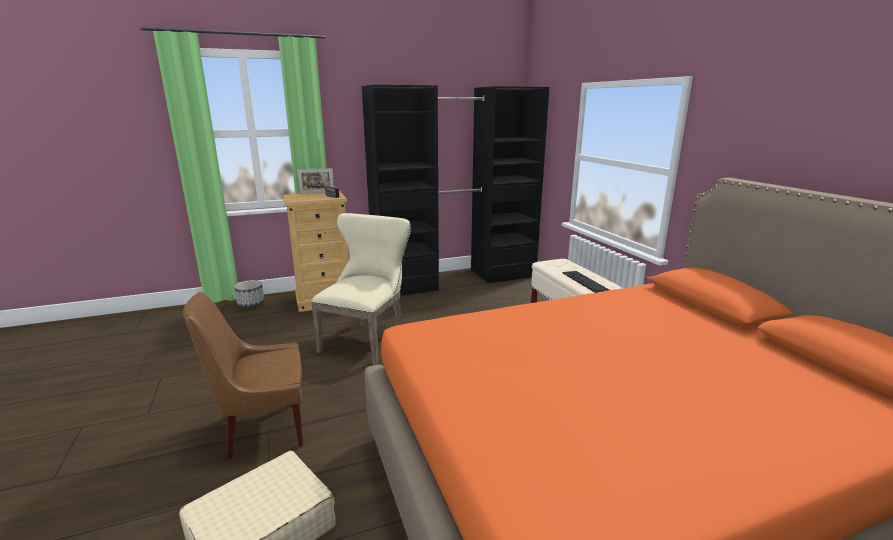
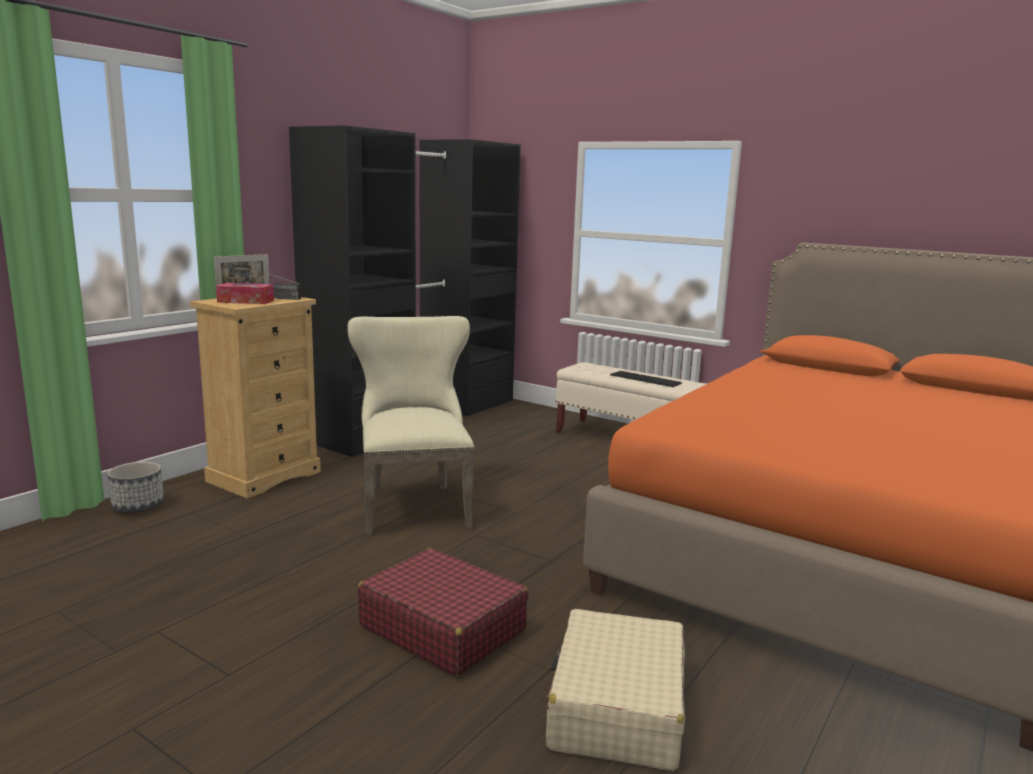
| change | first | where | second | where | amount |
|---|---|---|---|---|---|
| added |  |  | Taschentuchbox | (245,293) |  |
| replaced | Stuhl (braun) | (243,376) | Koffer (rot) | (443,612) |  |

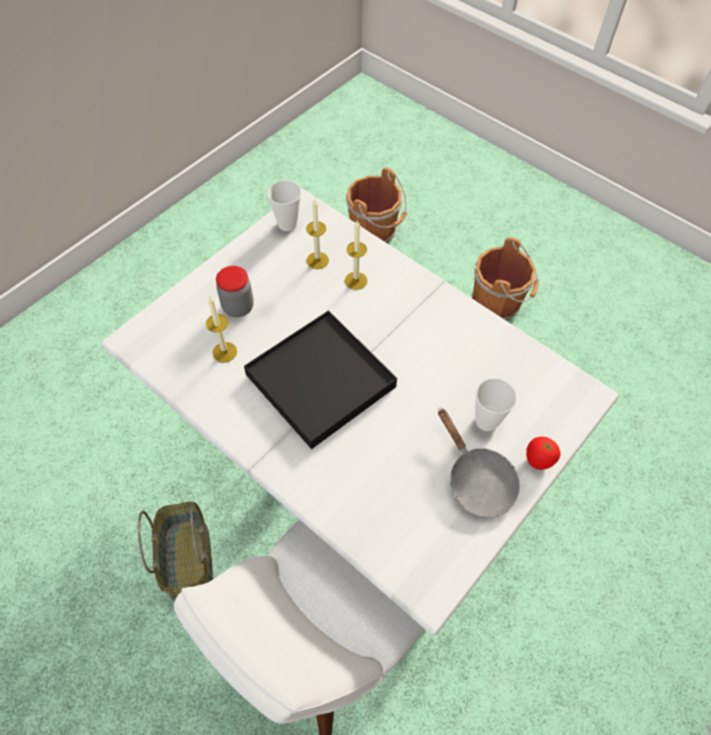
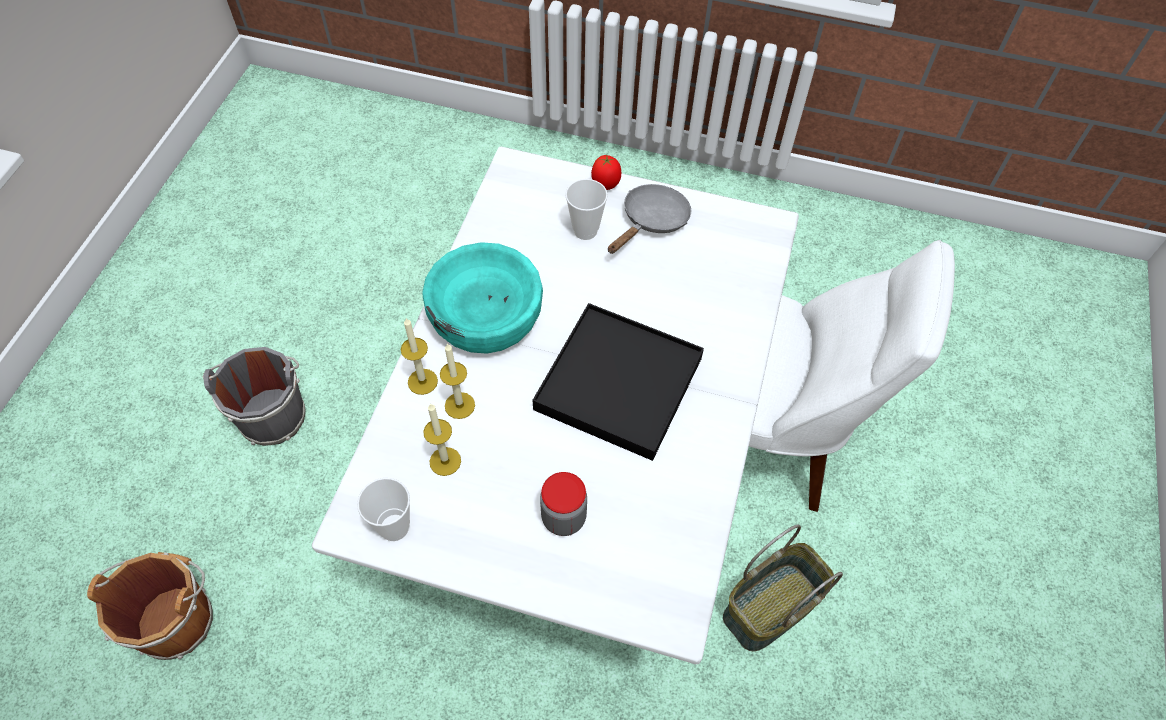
| change | first | where | second | where | amount |
|---|---|---|---|---|---|
| recoloured | Eimer (braun) | (505,279) | Eimer (grau) | (254,396) |  |
| moved | Kerze | (221,329) |  | (419,356) |  |
| added |  |  | Schüssel (türkis) | (482,298) |  |

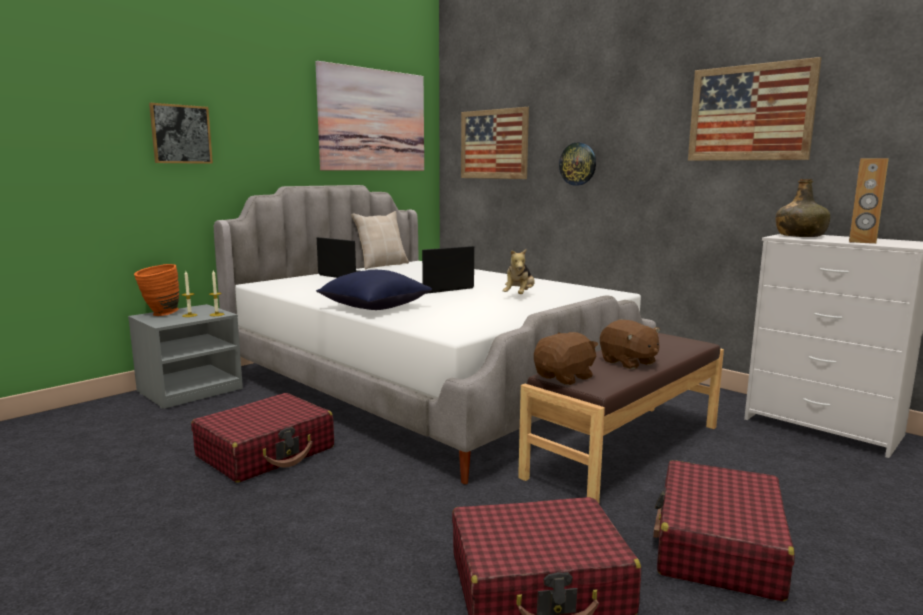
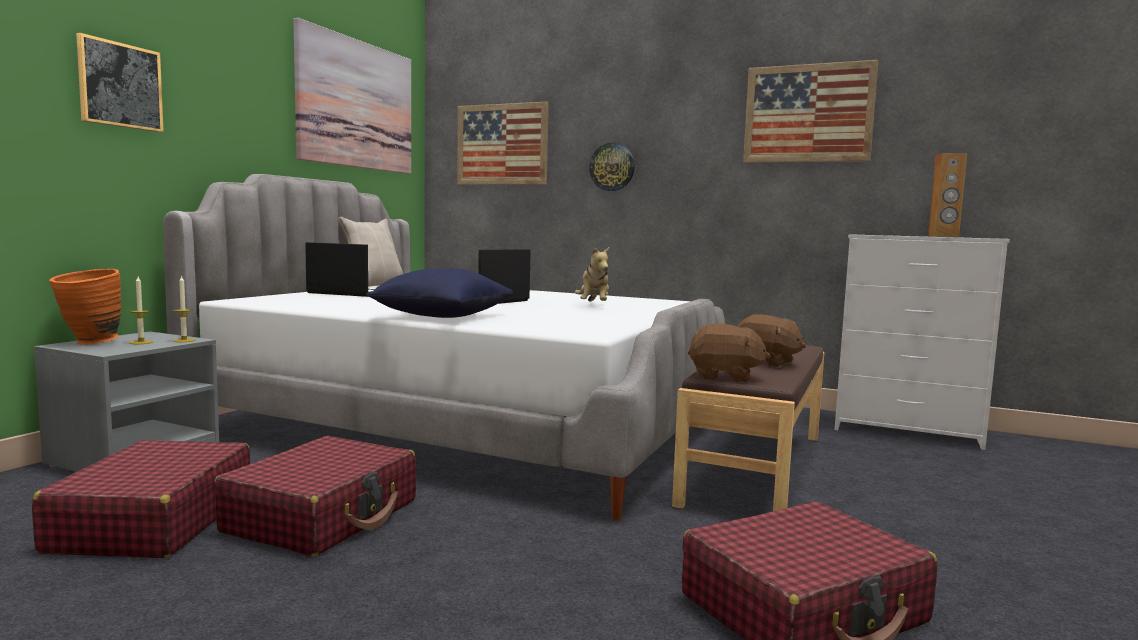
| change | first | where | second | where | amount |
|---|---|---|---|---|---|
| moved | Koffer (rot) | (723,530) |  | (141,499) |  |
| turned | Plüschtier (braun) | (566,358) |  | (729,353) | 75 degrees clockwise |
| removed | Flasche (grün) | (803,208) |  |  |  |

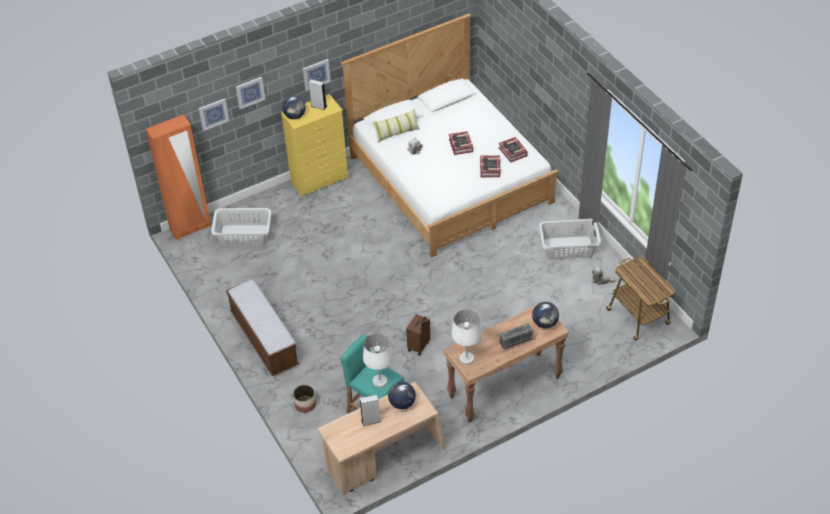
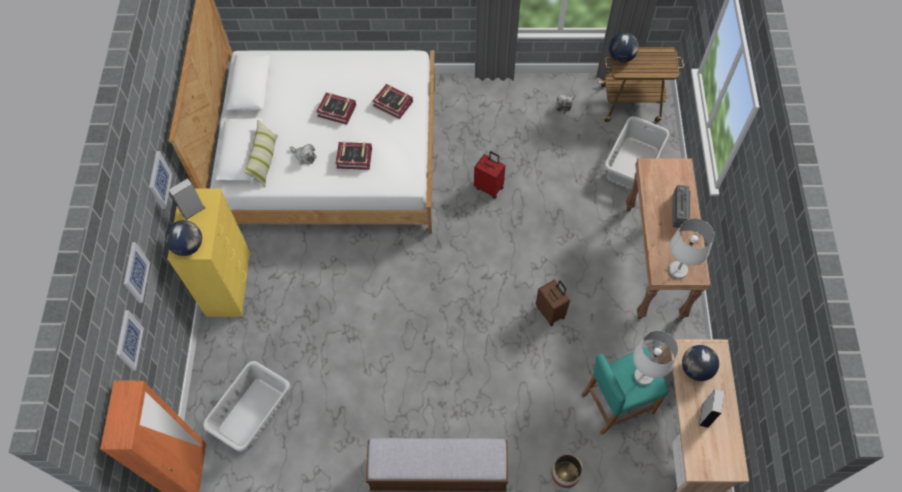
| change | first | where | second | where | amount |
|---|---|---|---|---|---|
| moved | Buch | (513,149) |  | (354,155) |  |
| added |  |  | Koffer (rot) | (489,175) |  |
| moved | Wäschekorb (grau) | (570,239) |  | (636,152) |  |
| moved | Globus | (545,315) |  | (624,47) |  |

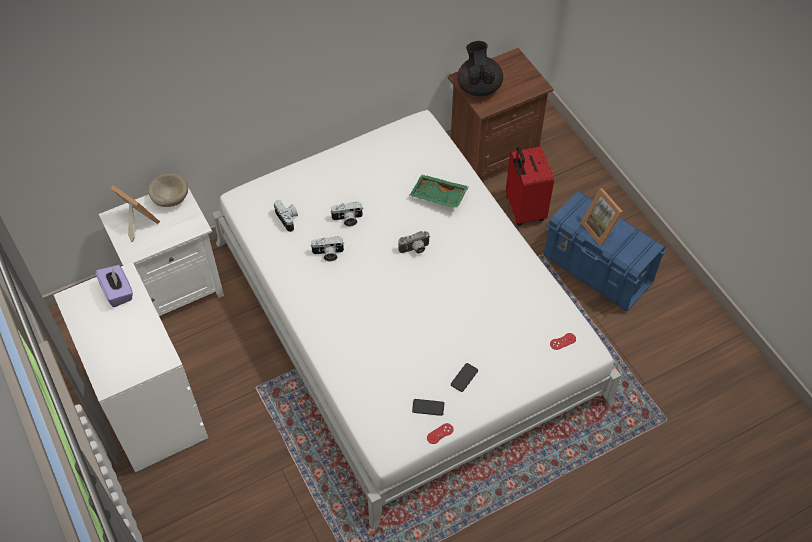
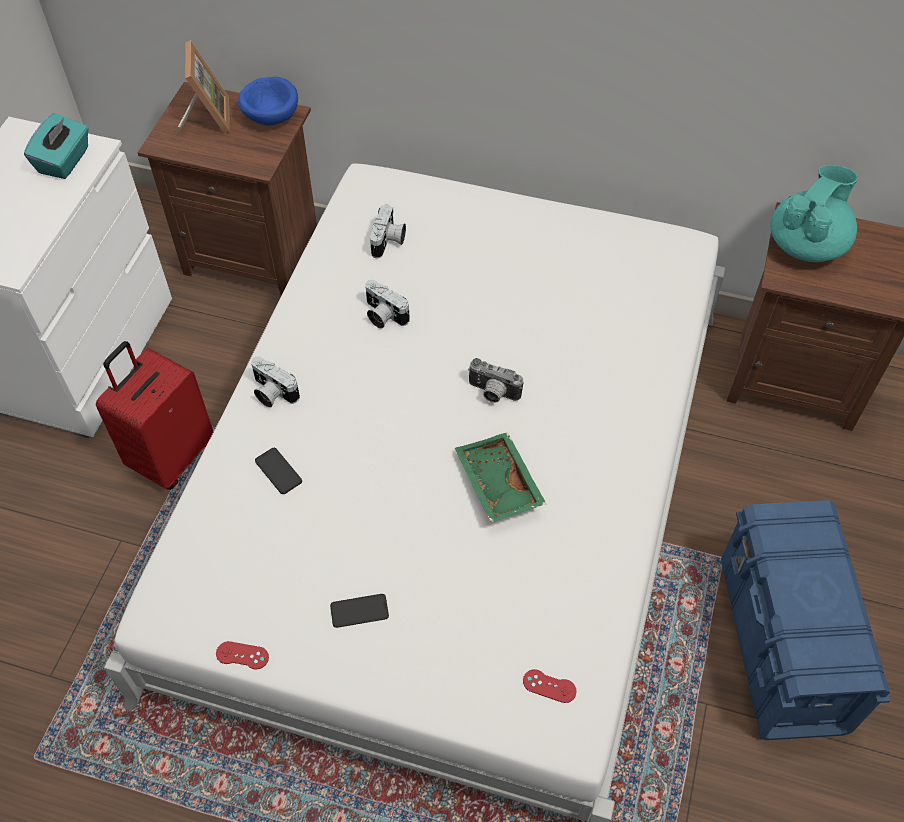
| change | first | where | second | where | amount |
|---|---|---|---|---|---|
| recoloured | Taschentuchbox (lila) | (114,286) | Taschentuchbox (türkis) | (56,146) |  |
| moved | Koffer (rot) | (530,185) |  | (154,415) |  |
| recoloured | Nachttisch (weiß) | (161,252) | Nachttisch (braun) | (227,189) |  |
| recoloured | Schüssel (beige) | (168,190) | Schüssel (blau) | (268,101) |  |
| moved | Kamera | (346,214) |  | (275,381) |  |
| moved | Handy | (428,407) |  | (278,471) |  |
| moved | Tablett (grün) | (439,191) |  | (500,477) |  |
| recoloured | Teekanne (schwarz) | (480,68) | Teekanne (türkis) | (814,213) |  |
| removed | Bilderrahmen | (601,217) |  |  |  |

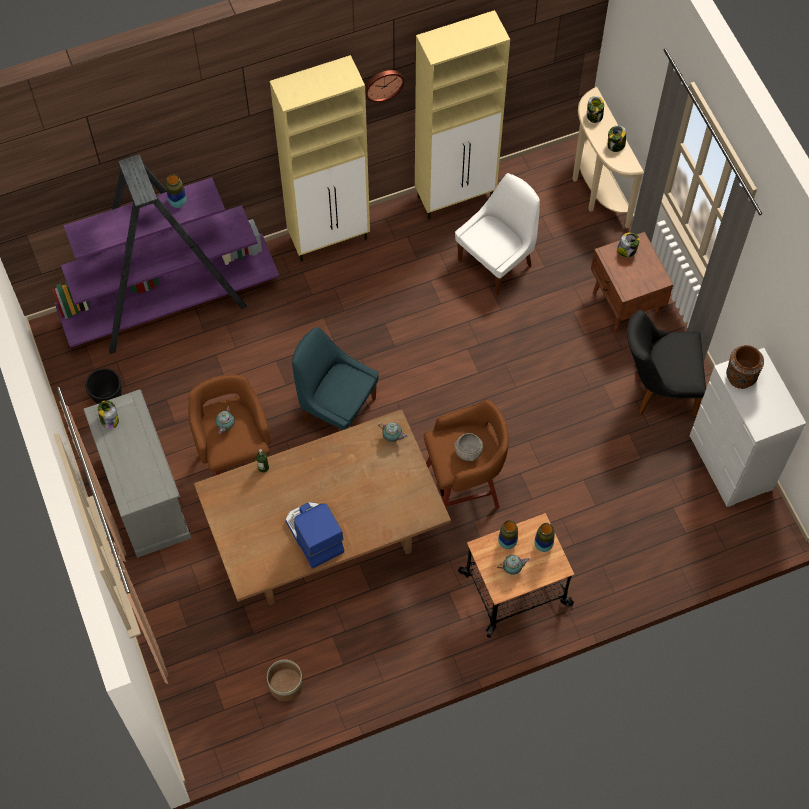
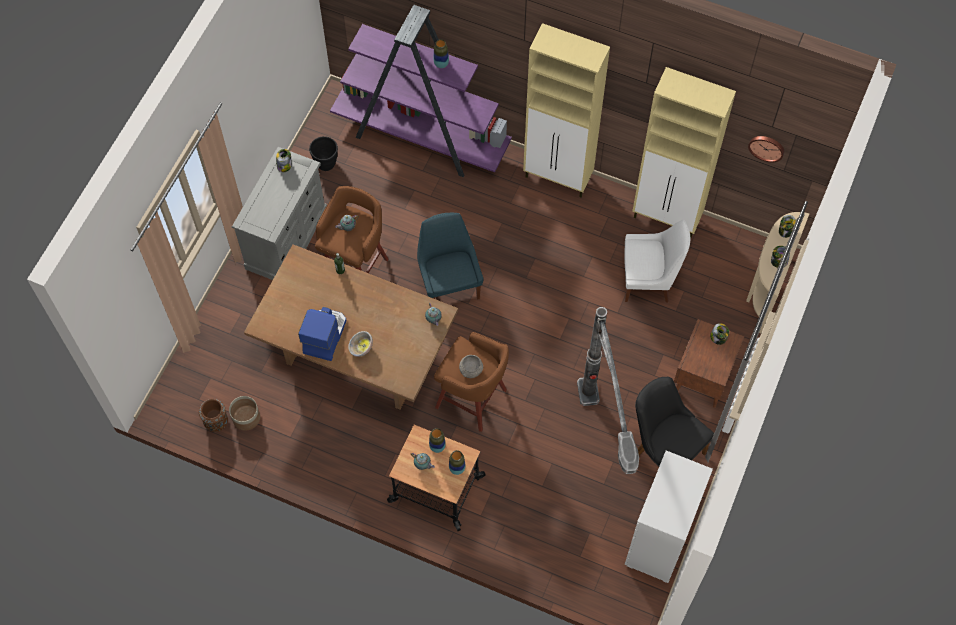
| change | first | where | second | where | amount |
|---|---|---|---|---|---|
| moved | Vase (braun) | (745,367) |  | (213,415) |  |
| added |  |  | Schüssel | (360,344) |  |
| added |  |  | Stehlampe | (608,390) |  |
| moved | Wanduhr | (385,86) |  | (766,149) |  |

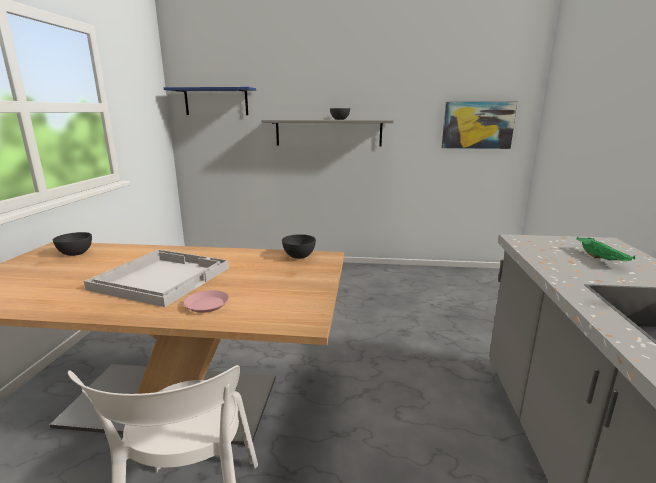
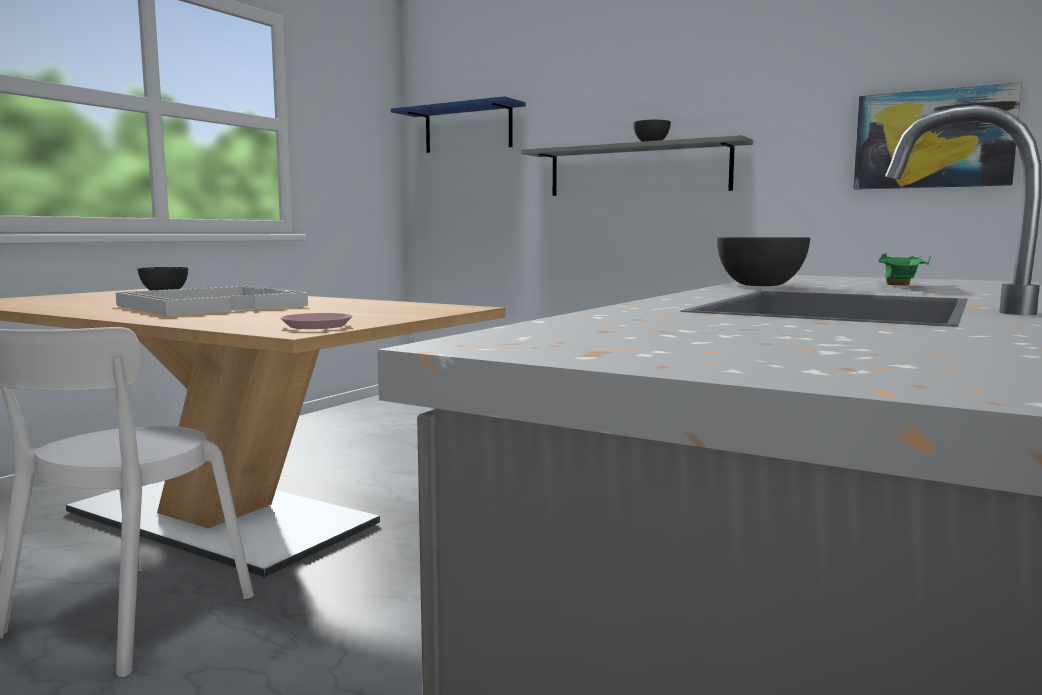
| change | first | where | second | where | amount |
|---|---|---|---|---|---|
| moved | Teller (rosa) | (206,301) |  | (316,321) |  |
| moved | Schüssel (grau) | (299,246) |  | (763,261) |  |

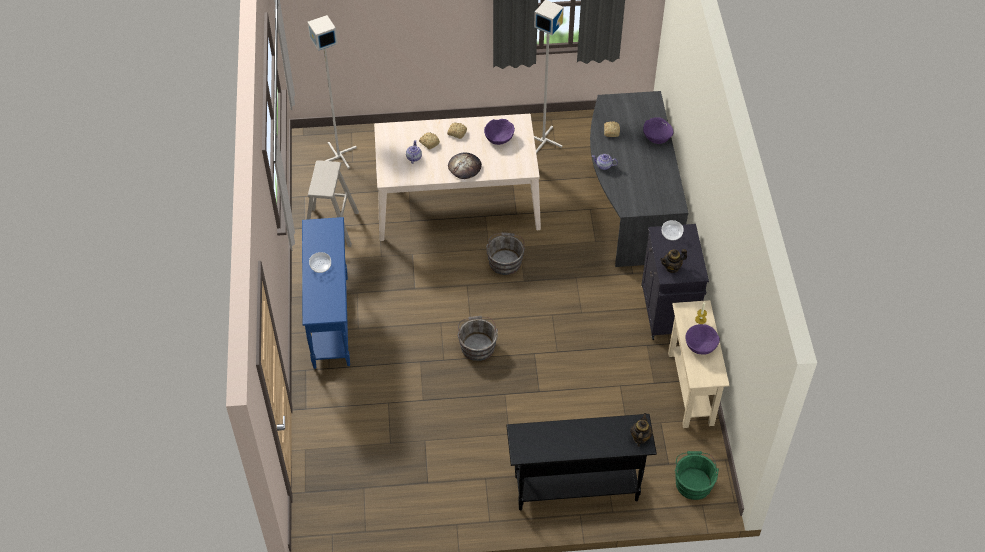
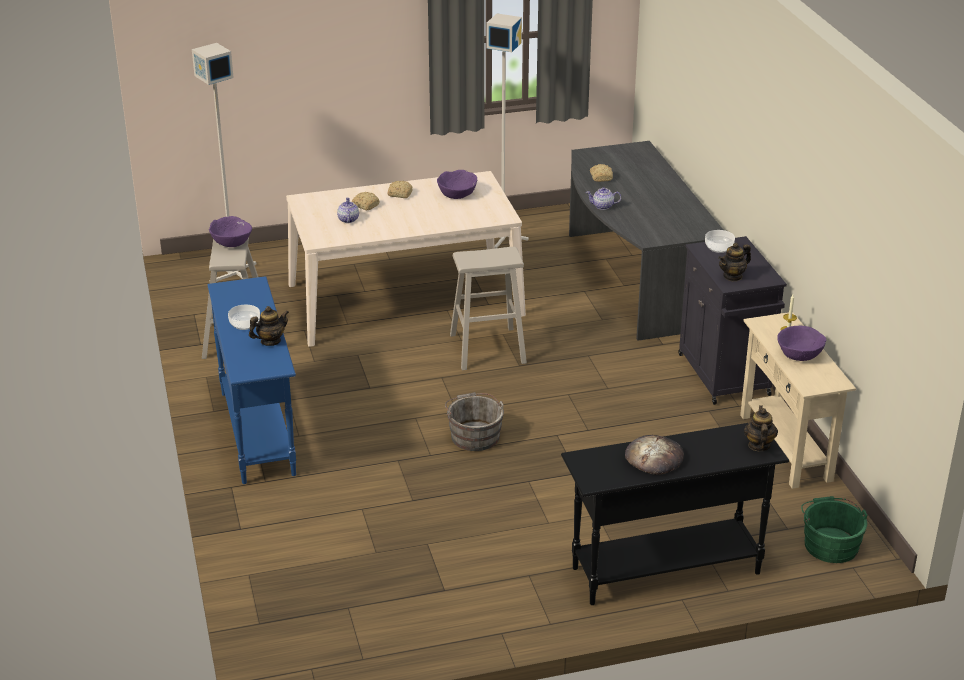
| change | first | where | second | where | amount |
|---|---|---|---|---|---|
| moved | Schüssel (lila) | (658,130) |  | (230,231) |  |
| added |  |  | Teekanne | (269,326) |  |
| replaced | Eimer (grau) | (505,253) | Hocker (beige) | (488,308) |  |
| moved | Brot | (465,165) |  | (654,455) |  |

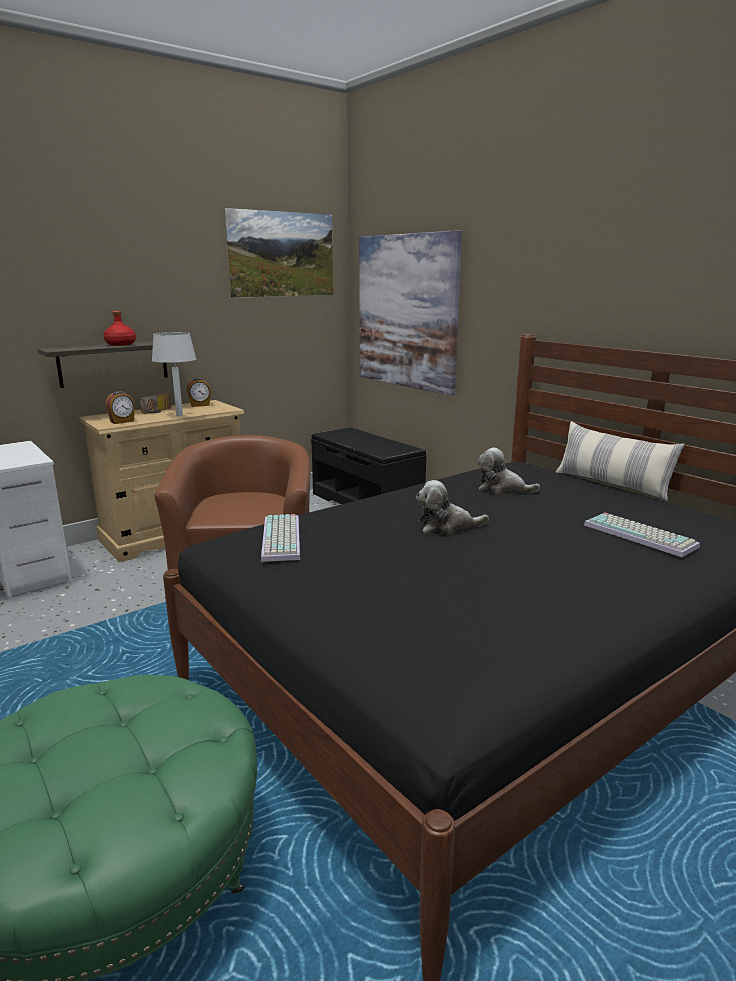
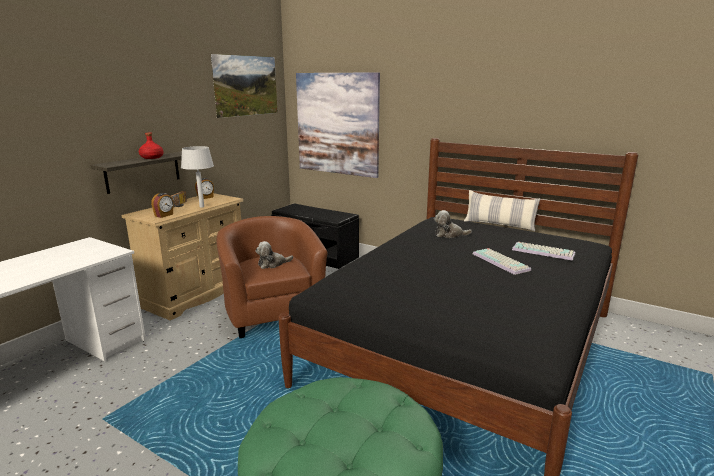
| change | first | where | second | where | amount |
|---|---|---|---|---|---|
| moved | Plüschtier | (452,507) |  | (274,255) |  |
| moved | Tastatur | (281,538) |  | (502,261) |  |

